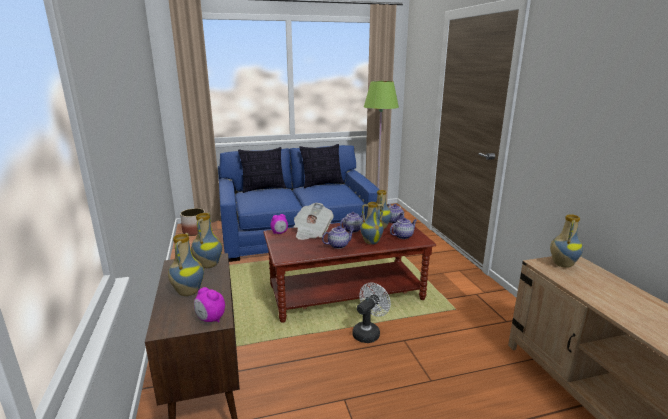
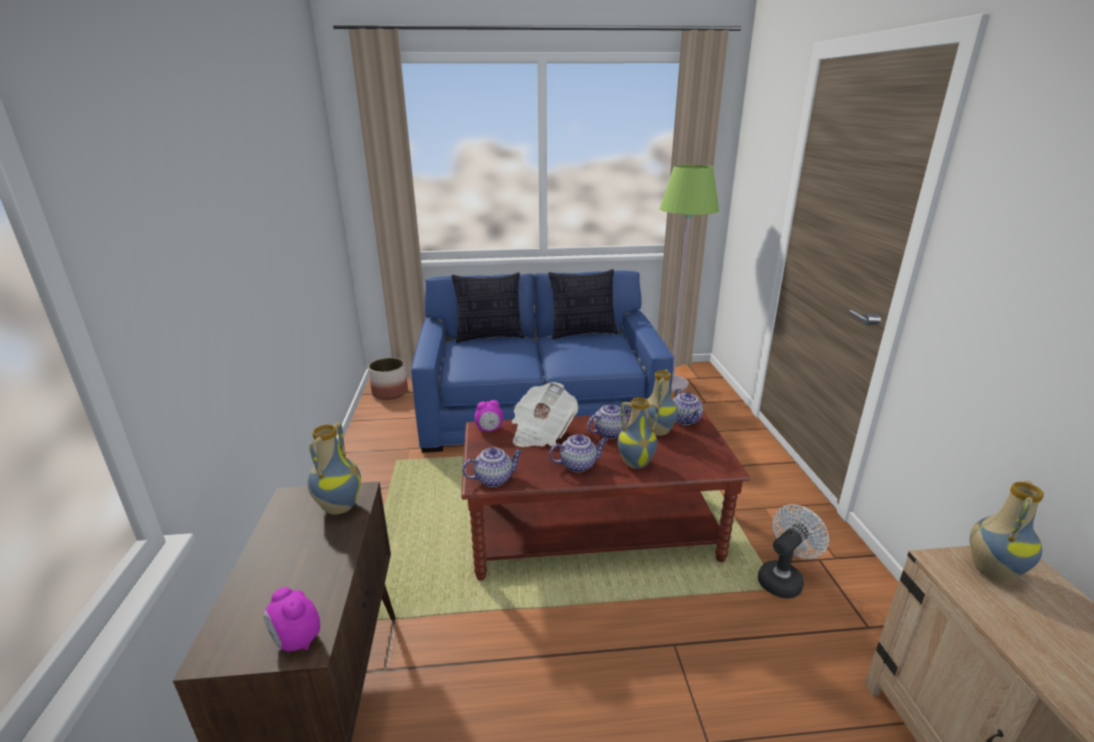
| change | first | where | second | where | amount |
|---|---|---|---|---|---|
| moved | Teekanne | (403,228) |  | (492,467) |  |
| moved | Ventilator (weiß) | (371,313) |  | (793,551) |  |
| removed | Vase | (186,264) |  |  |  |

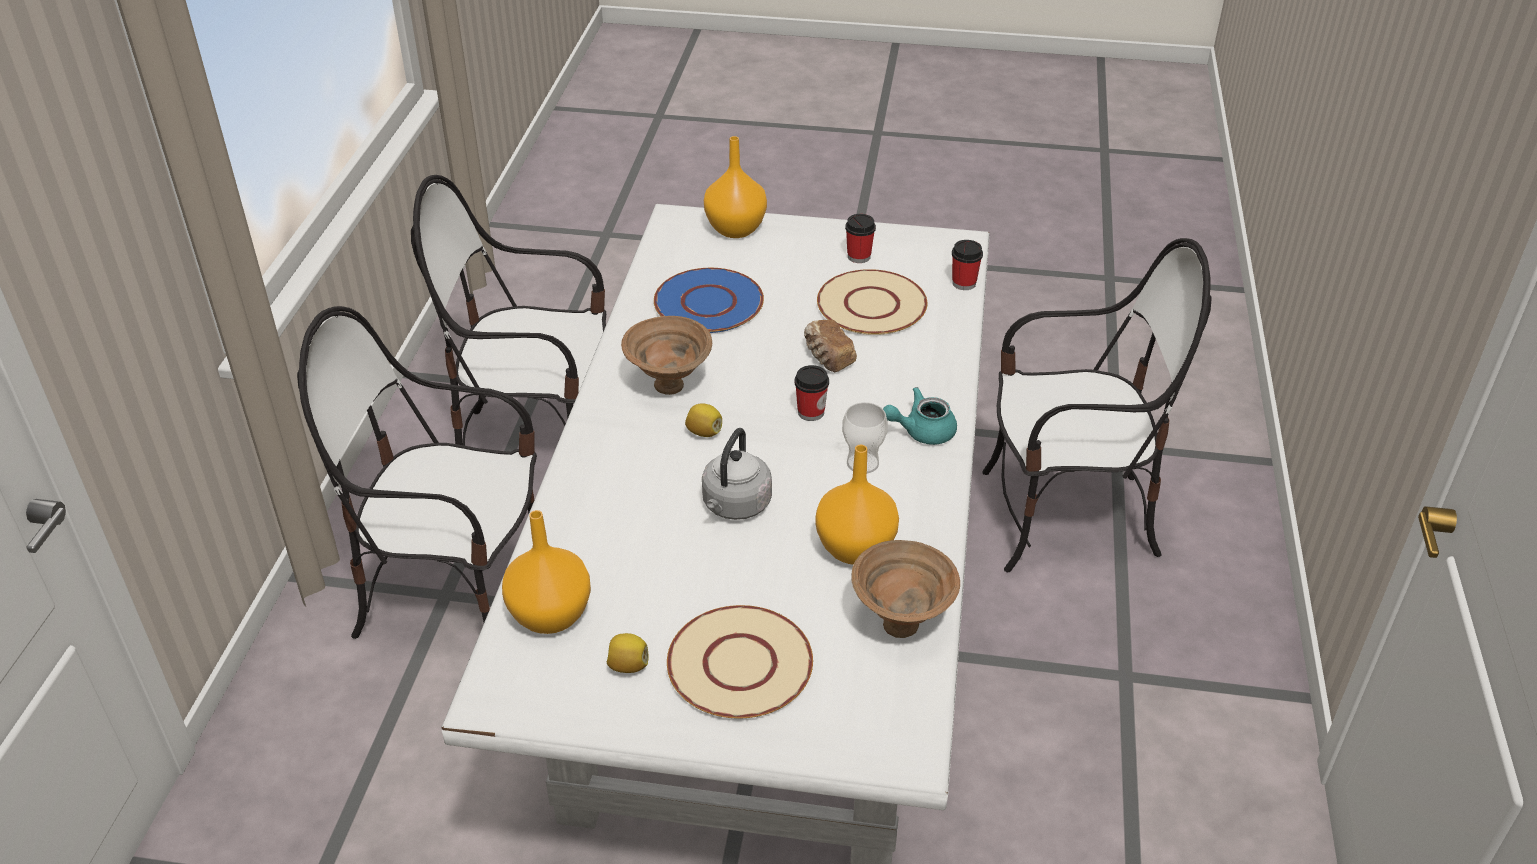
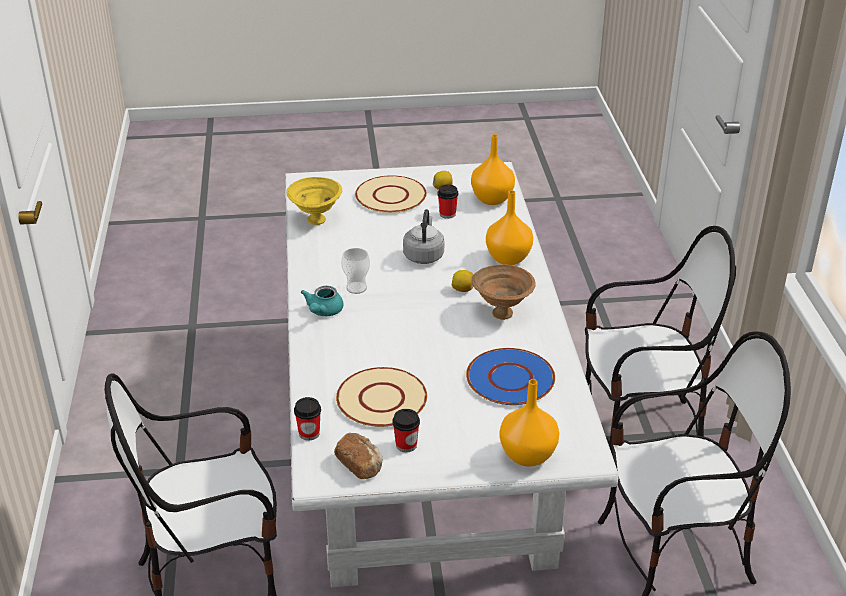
| change | first | where | second | where | amount |
|---|---|---|---|---|---|
| recoloured | Schüssel (braun) | (905,589) | Schüssel (gelb) | (314,201) |  |
| turned | Teekanne (türkis) | (920,416) |  | (322,301) | 135 degrees clockwise |
| moved | Brot | (830,345) |  | (358,456) |  |
| moved | Tasse | (811,393) |  | (447,202) |  |
| moved | Vase (orange) | (857,505) |  | (509,227) |  |

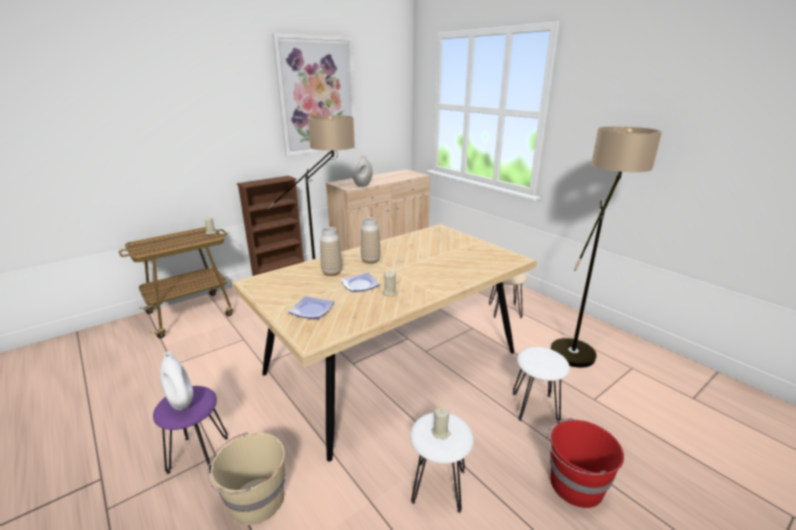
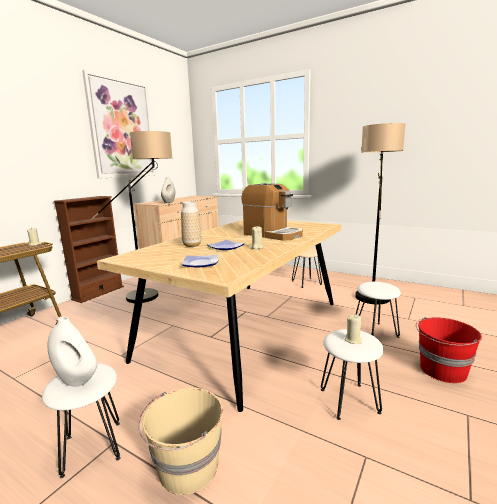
| change | first | where | second | where | amount |
|---|---|---|---|---|---|
| recoloured | Hocker (lila) | (190,430) | Hocker (weiß) | (81,420) |  |
| added |  |  | Kaffeemaschine | (272,212) |  |
| removed | Vase | (371,240) |  |  |  |

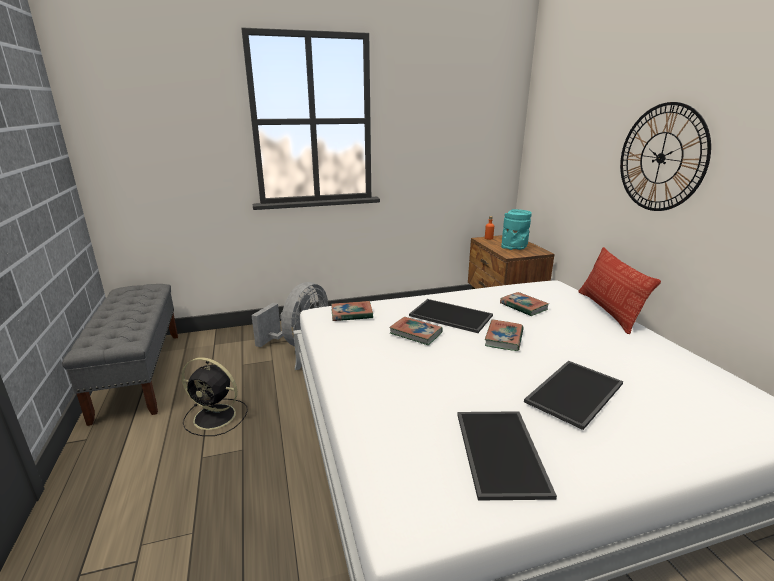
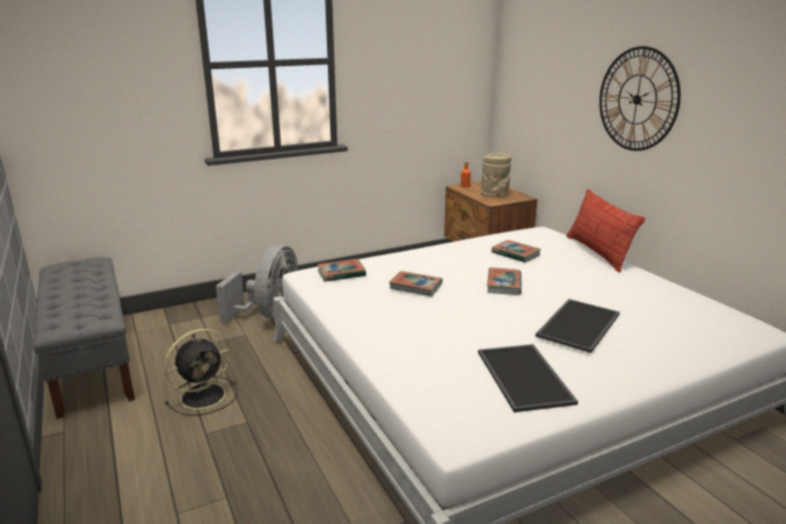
| change | first | where | second | where | amount |
|---|---|---|---|---|---|
| turned | Ventilator (schwarz) | (214,396) |  | (201,372) | 45 degrees counterclockwise |
| recoloured | Vase (türkis) | (516,229) | Vase (beige) | (496,175) |  |
| removed | Tablett | (451,316) |  |  |  |

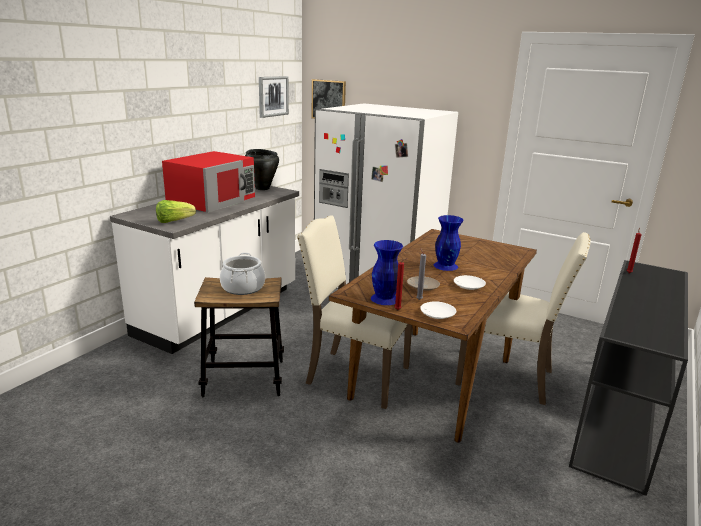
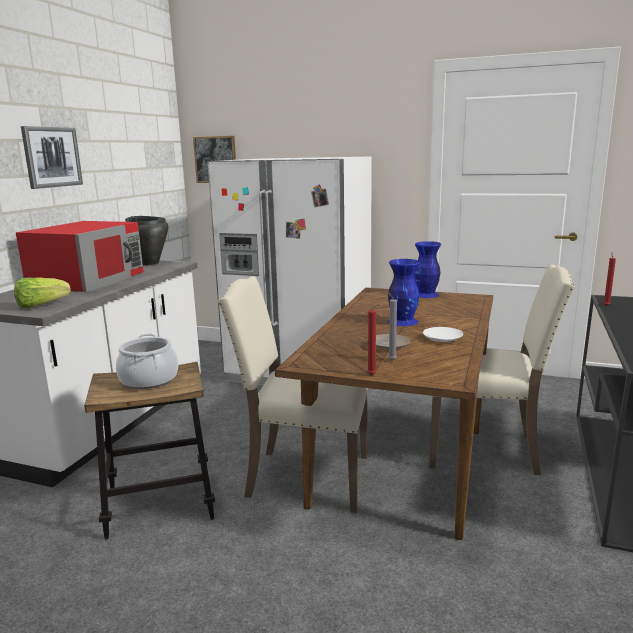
| change | first | where | second | where | amount |
|---|---|---|---|---|---|
| moved | Bild | (274,97) |  | (52,157) |  |
| moved | Vase (blau) | (387,272) |  | (427,269) |  |
| removed | Teller (weiß) | (438,310) |  |  |  |

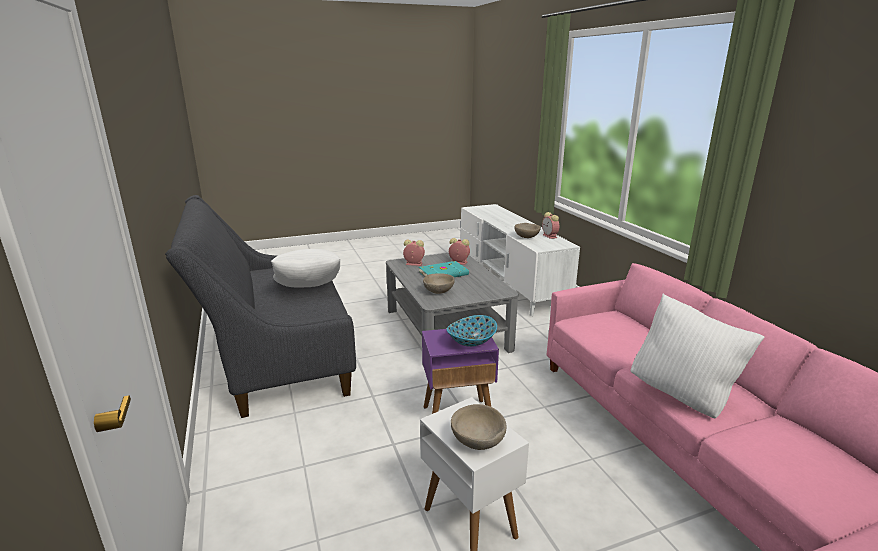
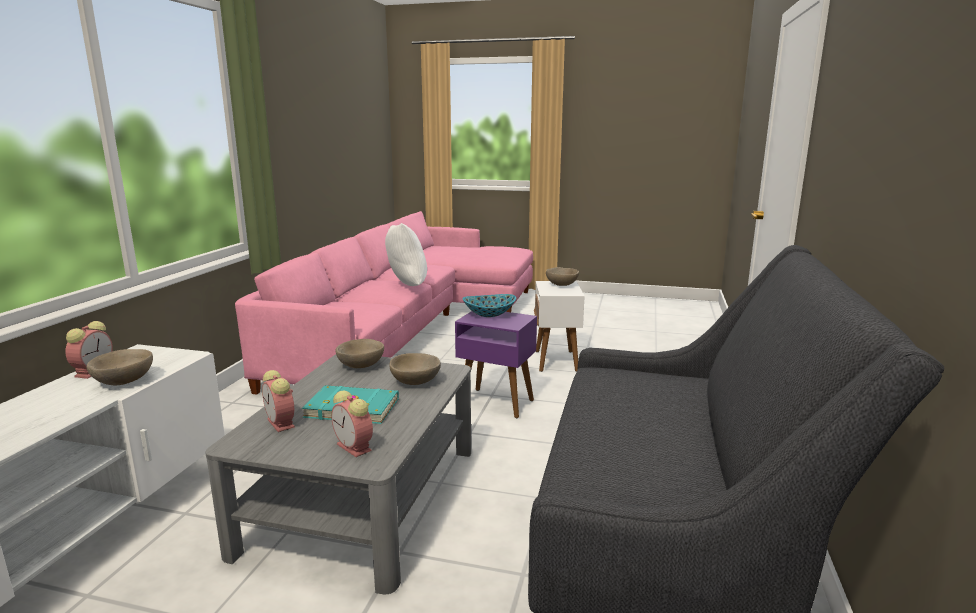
| change | first | where | second | where | amount |
|---|---|---|---|---|---|
| added |  |  | Schüssel (beige) | (359,353) |  |
| removed | Kissen (weiß) | (305,268) |  |  |  |

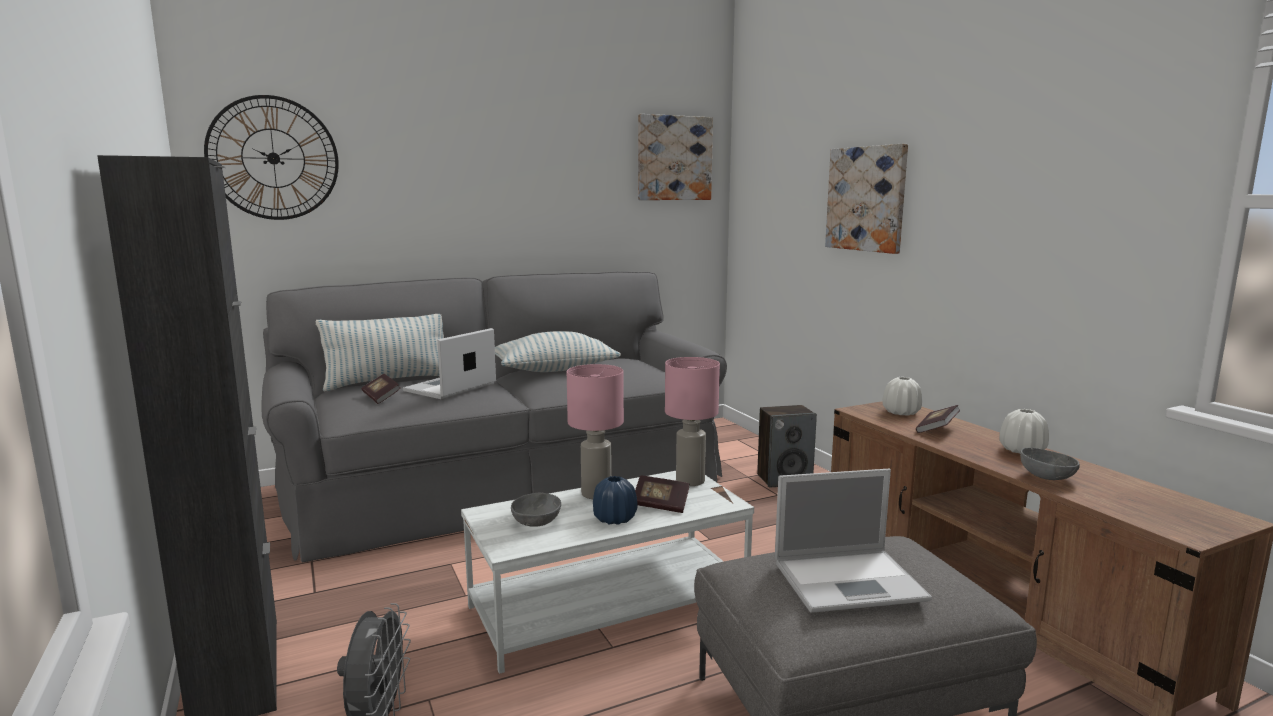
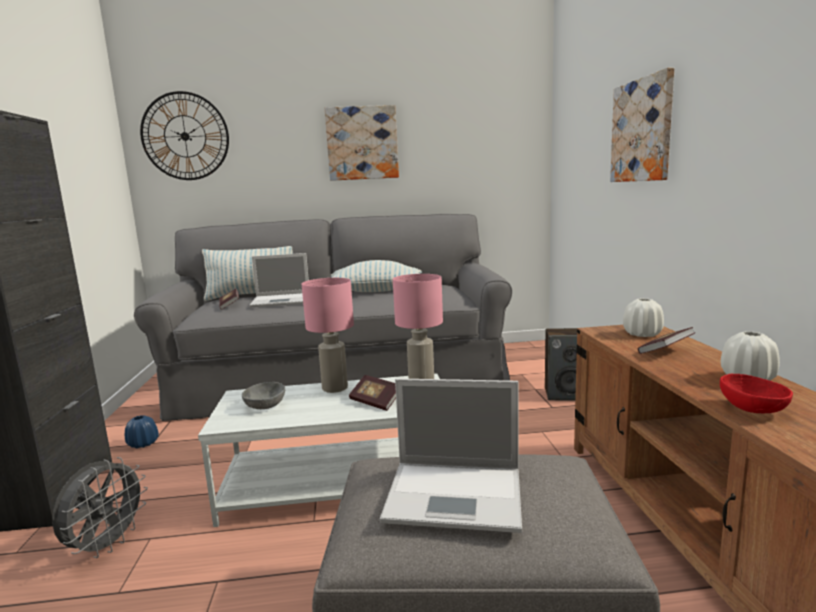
| change | first | where | second | where | amount |
|---|---|---|---|---|---|
| moved | Vase (blau) | (615,500) |  | (142,431) |  |
| turned | Laptop | (449,363) |  | (279,280) | 150 degrees counterclockwise |
| moved | Bild | (675,157) |  | (362,143) |  |
| recoloured | Schüssel (grau) | (1050,464) | Schüssel (rot) | (756,393) |  |

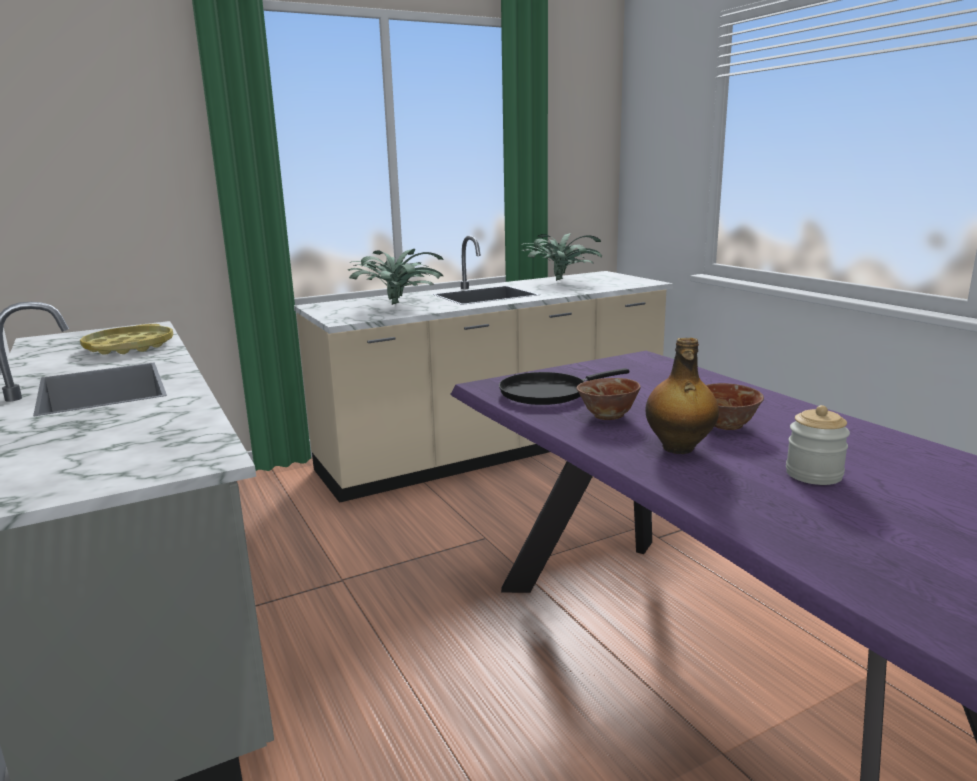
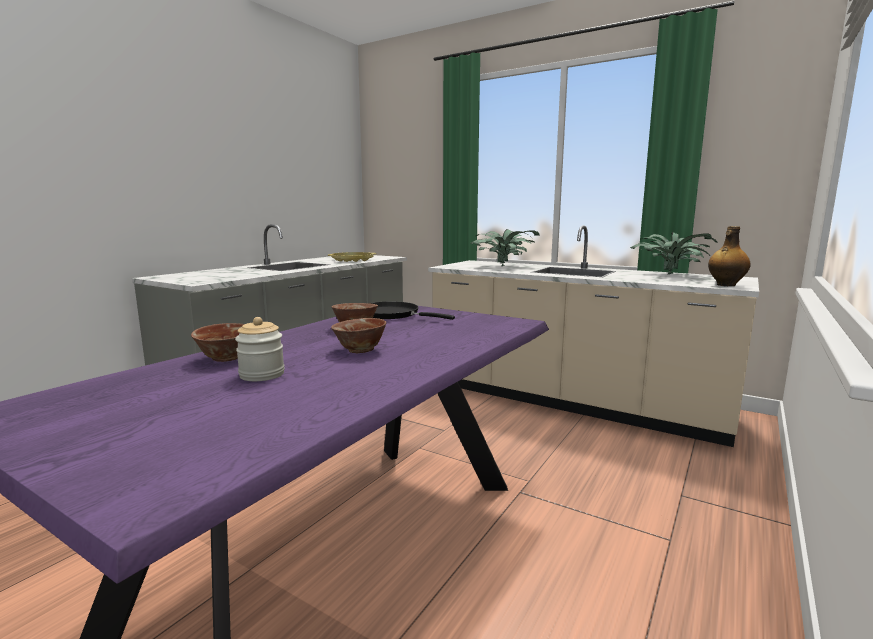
| change | first | where | second | where | amount |
|---|---|---|---|---|---|
| added |  |  | Schüssel | (217,342) |  |
| moved | Flasche | (682,396) |  | (729,256) |  |

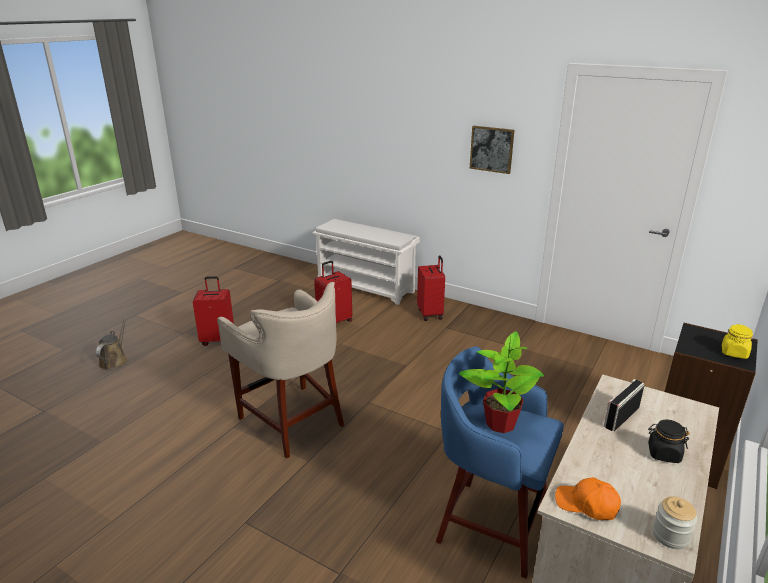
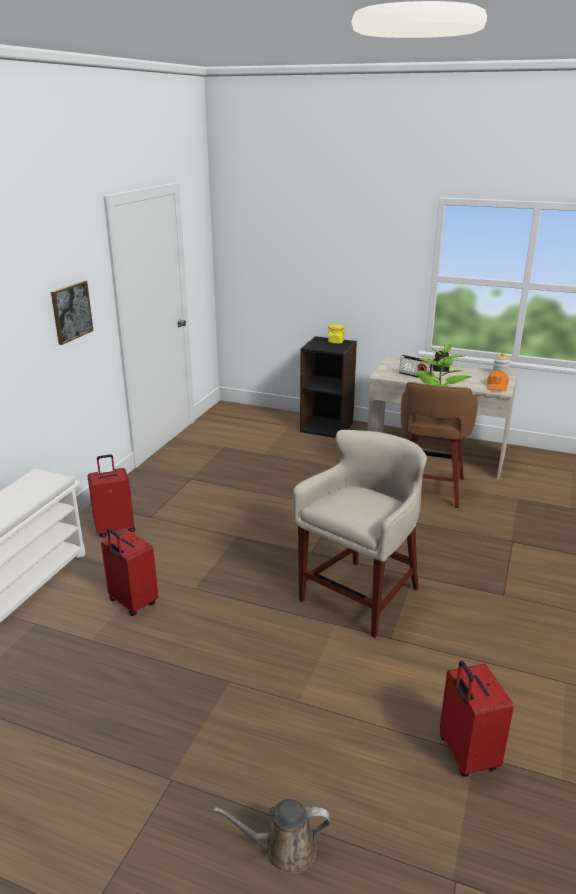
| change | first | where | second | where | amount |
|---|---|---|---|---|---|
| recoloured | Hocker (blau) | (500,462) | Hocker (braun) | (439,445) |  |
| moved | Koffer (rot) | (213,311) |  | (477,718) |  |

